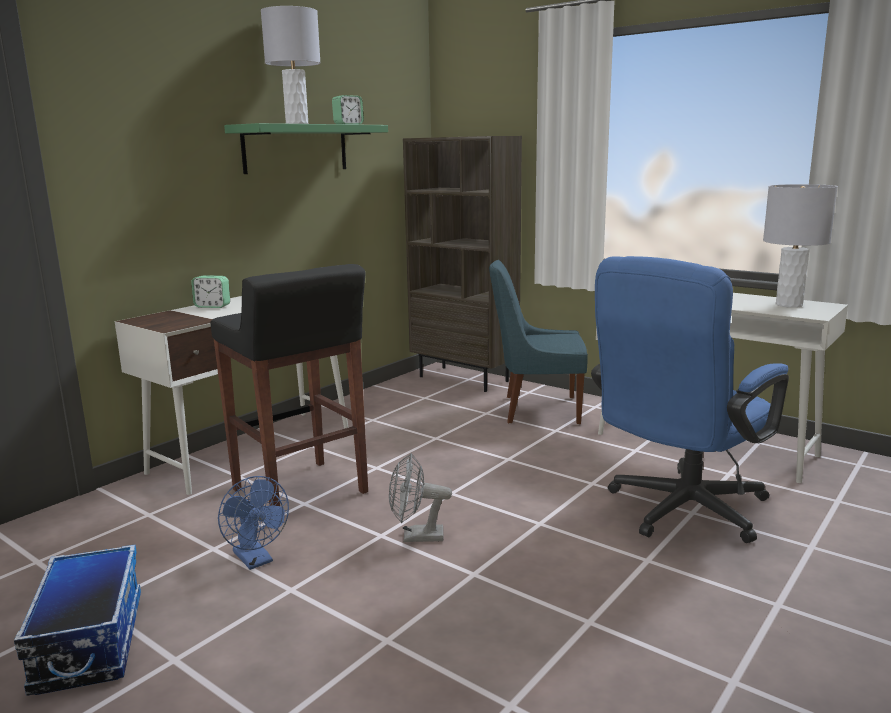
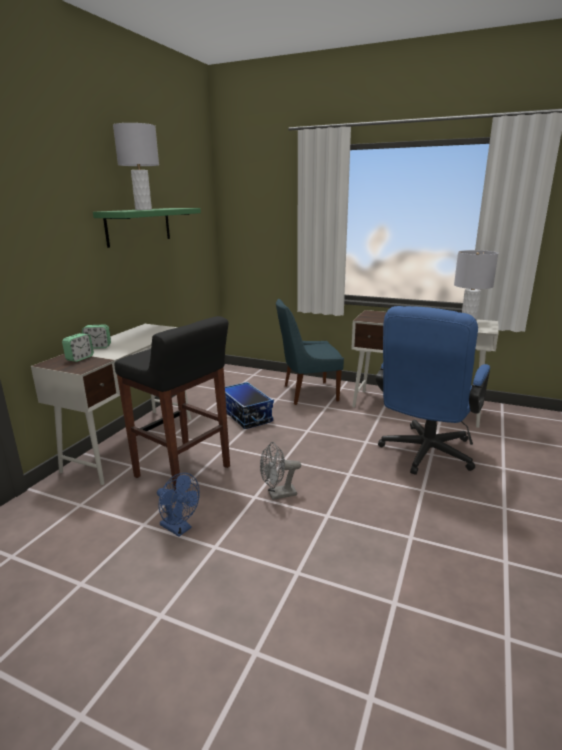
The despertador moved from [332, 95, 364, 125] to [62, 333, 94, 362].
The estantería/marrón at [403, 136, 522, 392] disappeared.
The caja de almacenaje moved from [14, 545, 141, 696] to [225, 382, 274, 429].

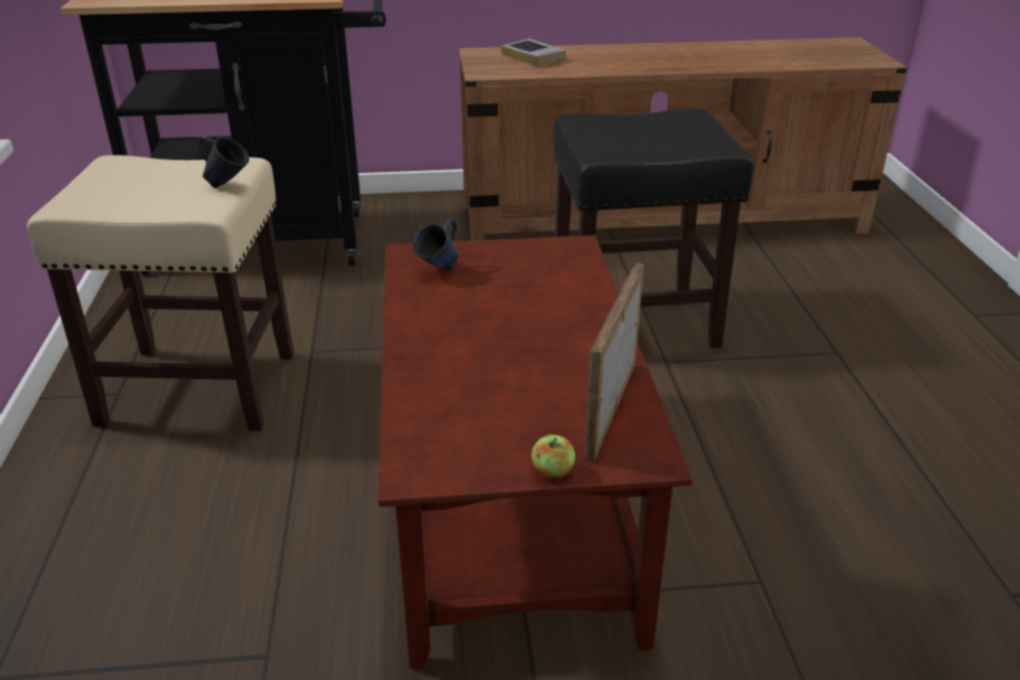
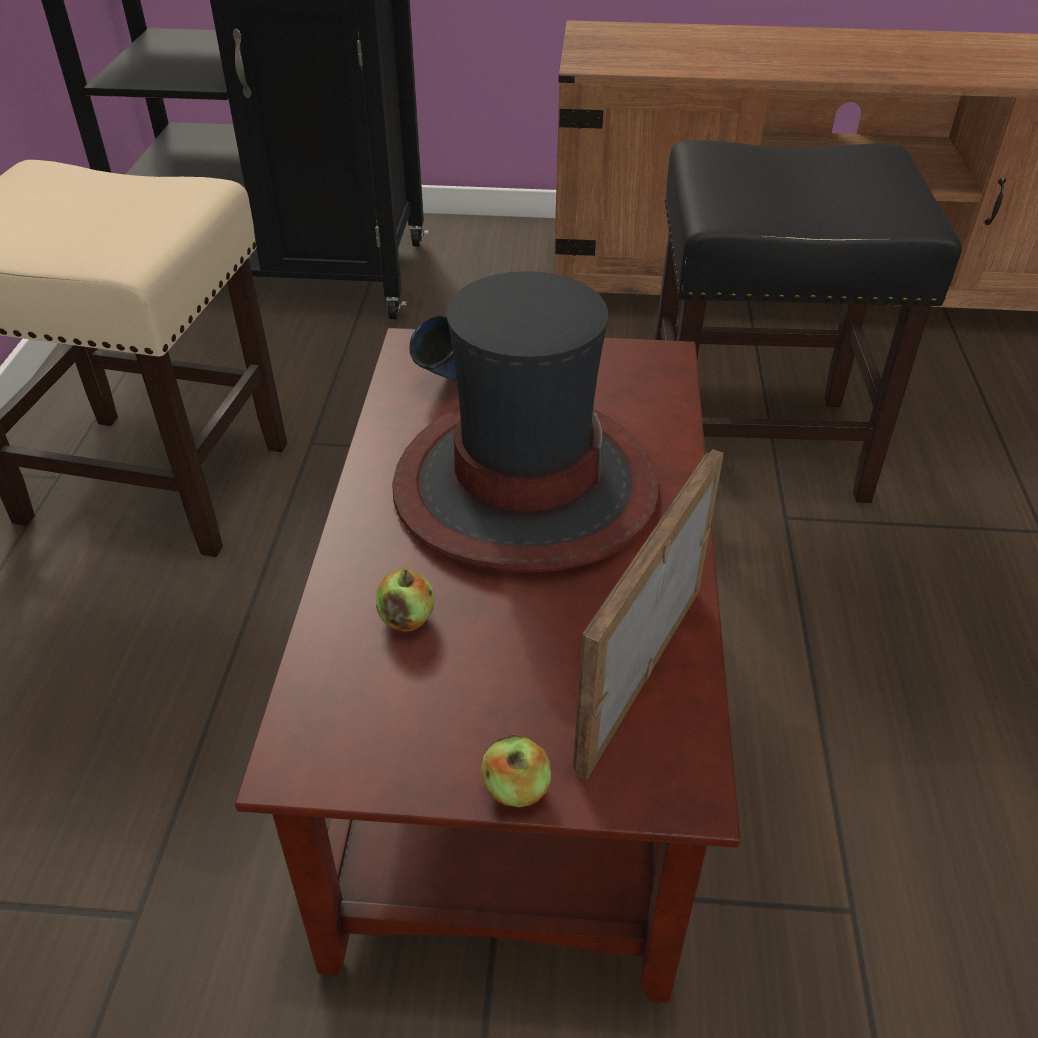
The libro at [501, 39, 566, 66] disappeared.
The taza grande/azul at [198, 136, 249, 188] disappeared.
The sombrero at [392, 271, 659, 573] appeared.
The manzana at [376, 569, 434, 632] appeared.

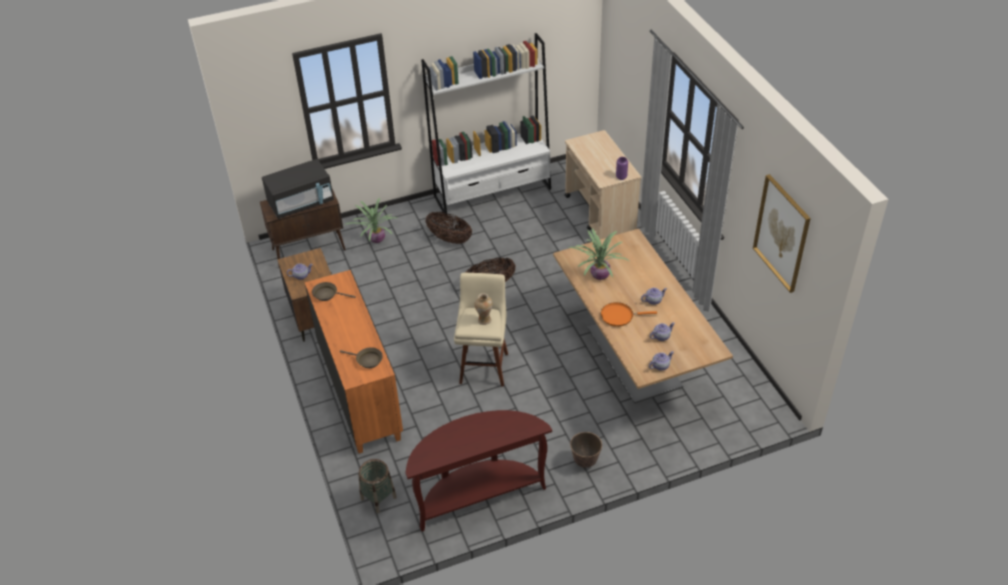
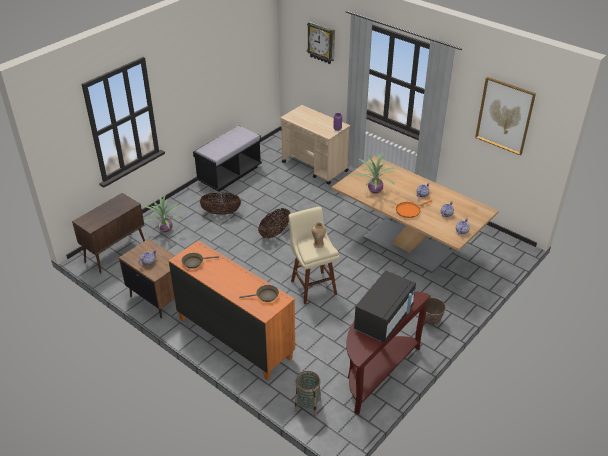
The estantería/blanco at [421, 33, 551, 218] was replaced by the banco/negro at [193, 126, 262, 192].
The microondas/negro moved from [262, 159, 334, 219] to [354, 270, 416, 343].
The reloj de pared at [307, 21, 335, 64] appeared.

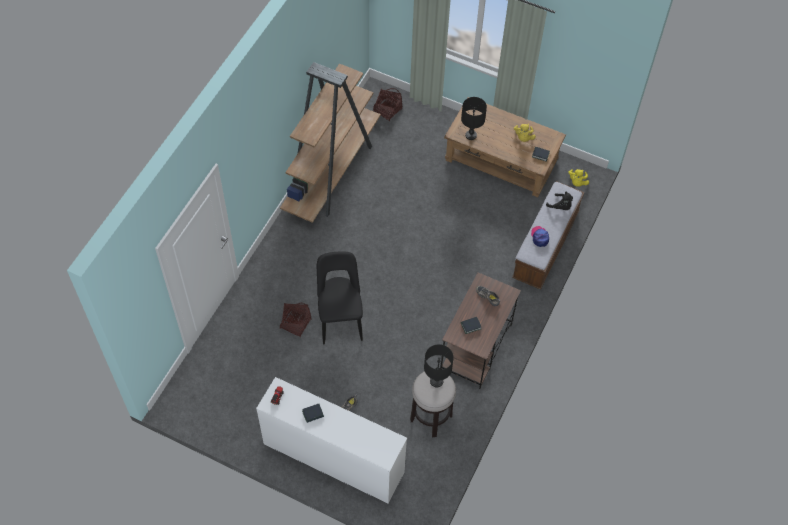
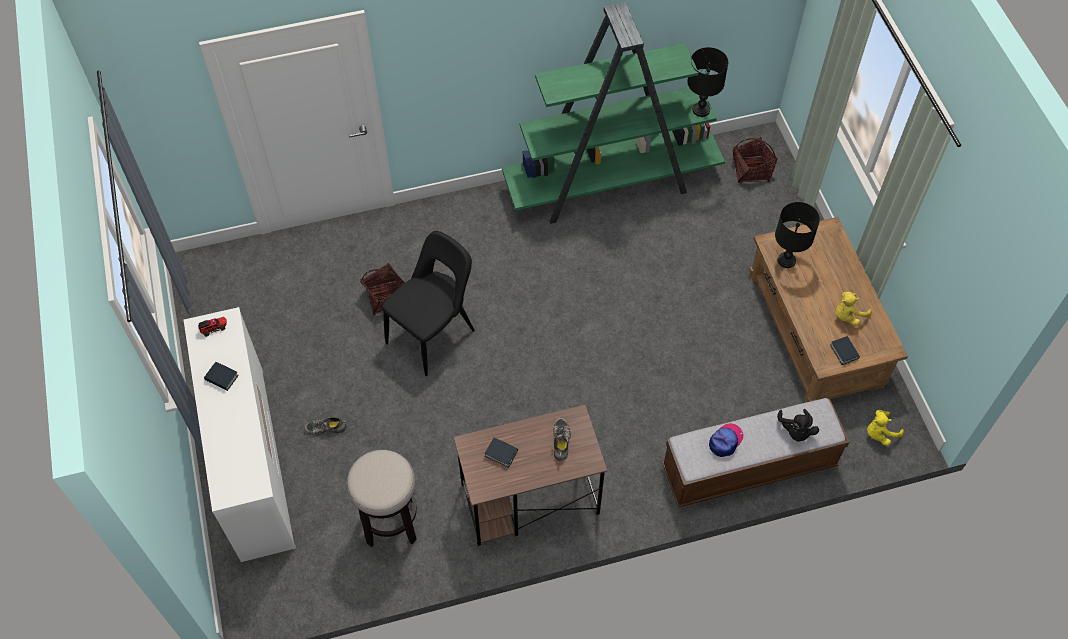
The estantería/marrón at [280, 62, 381, 223] became the estantería/verde at [502, 2, 725, 224].
The lámpara de mesa/negro moved from [424, 344, 453, 388] to [687, 47, 728, 117].

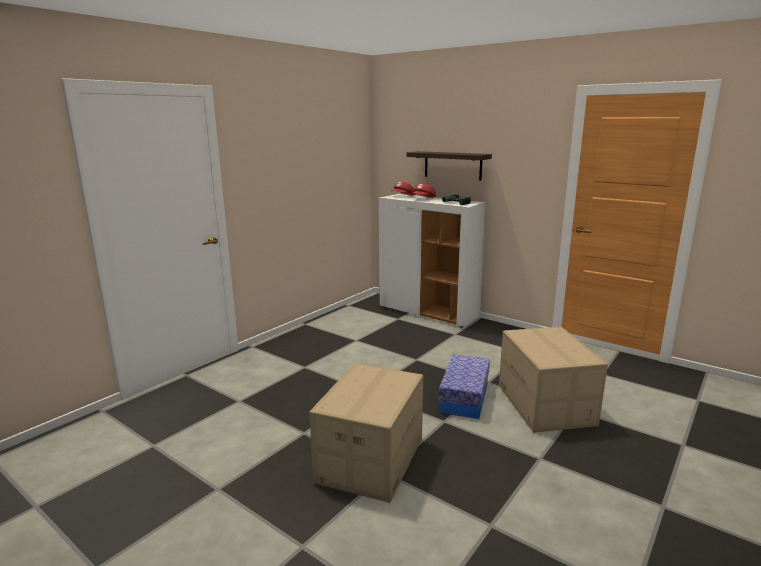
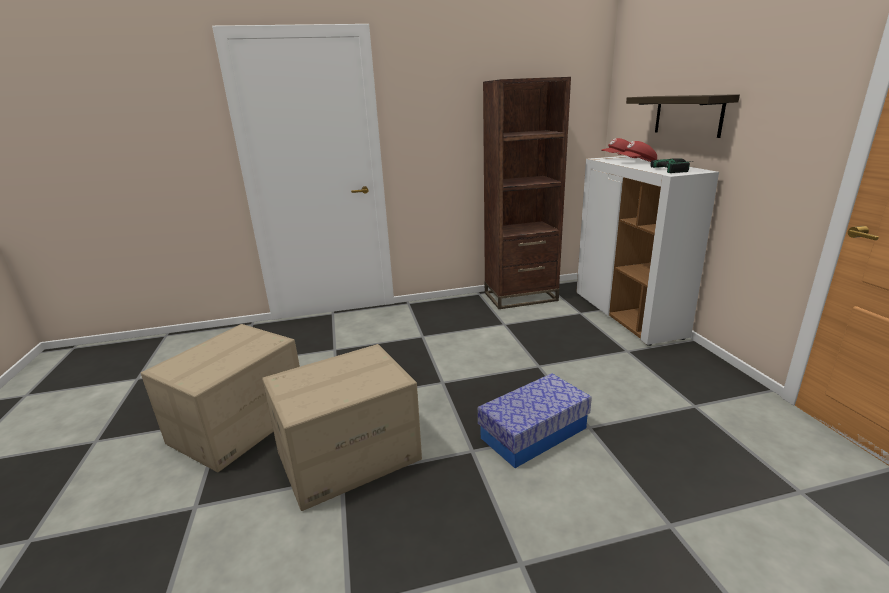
The caja de cartón moved from [499, 327, 608, 433] to [141, 324, 300, 472].
The estantería/marrón at [483, 77, 571, 309] appeared.

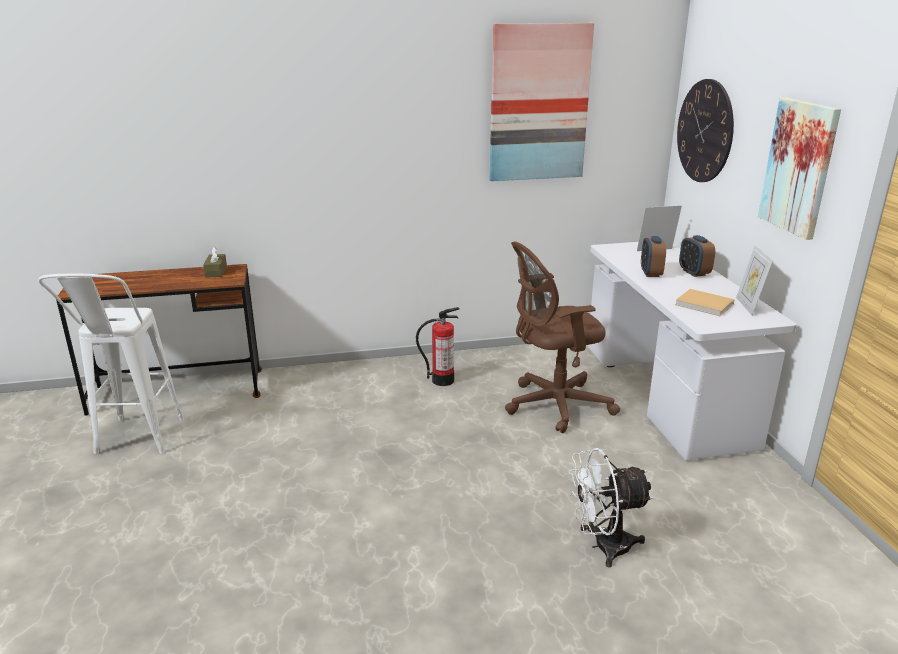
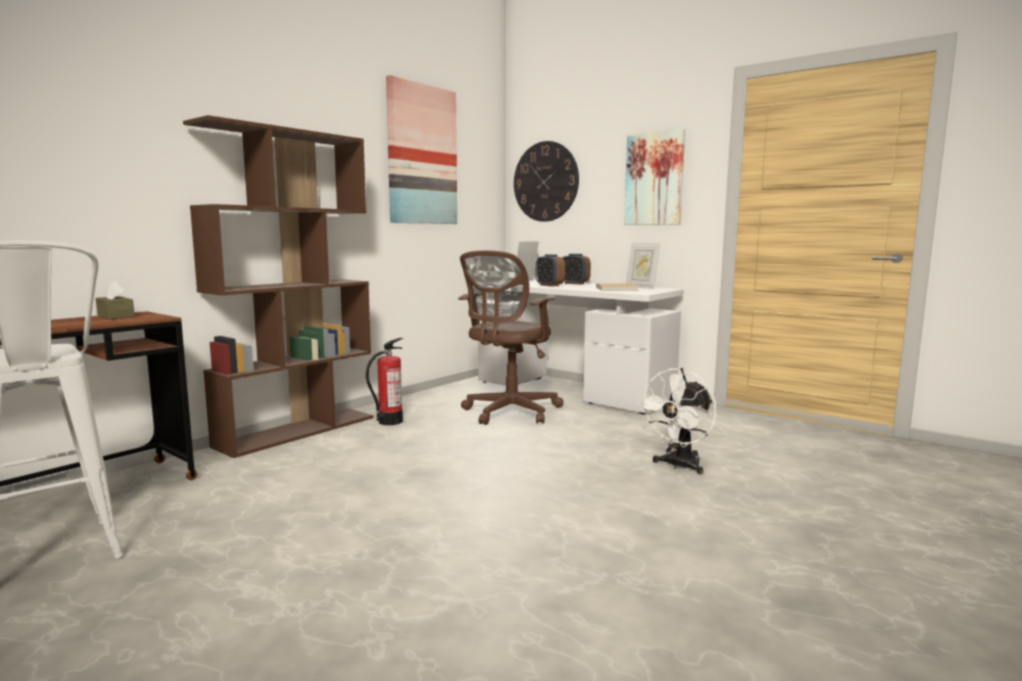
The estantería/marrón at [183, 115, 373, 458] appeared.

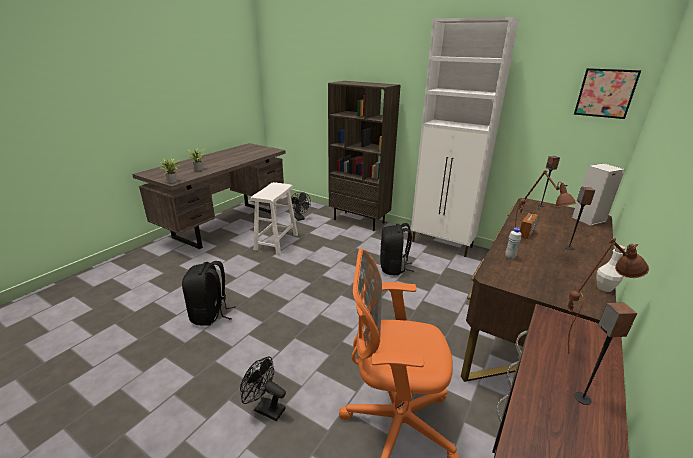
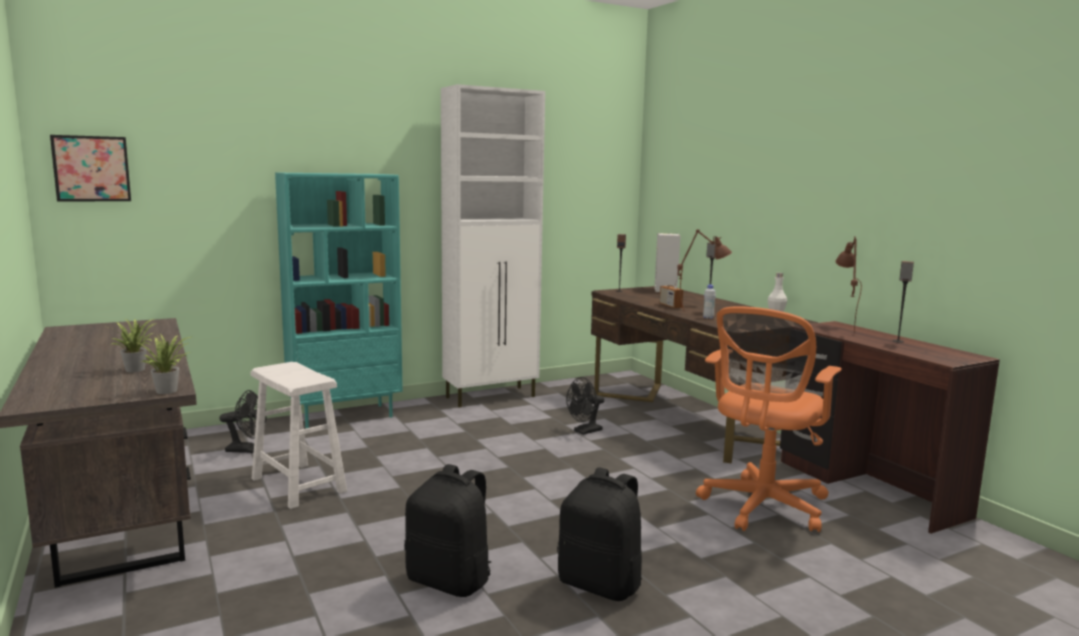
The cuadro moved from [574, 68, 641, 119] to [50, 135, 131, 201].
The estantería/marrón at [328, 81, 401, 231] became the estantería/turquesa at [275, 172, 403, 429].
The mochila/negro moved from [380, 223, 414, 275] to [557, 467, 642, 601].
The ventilador/negro moved from [240, 357, 286, 421] to [566, 377, 605, 435].

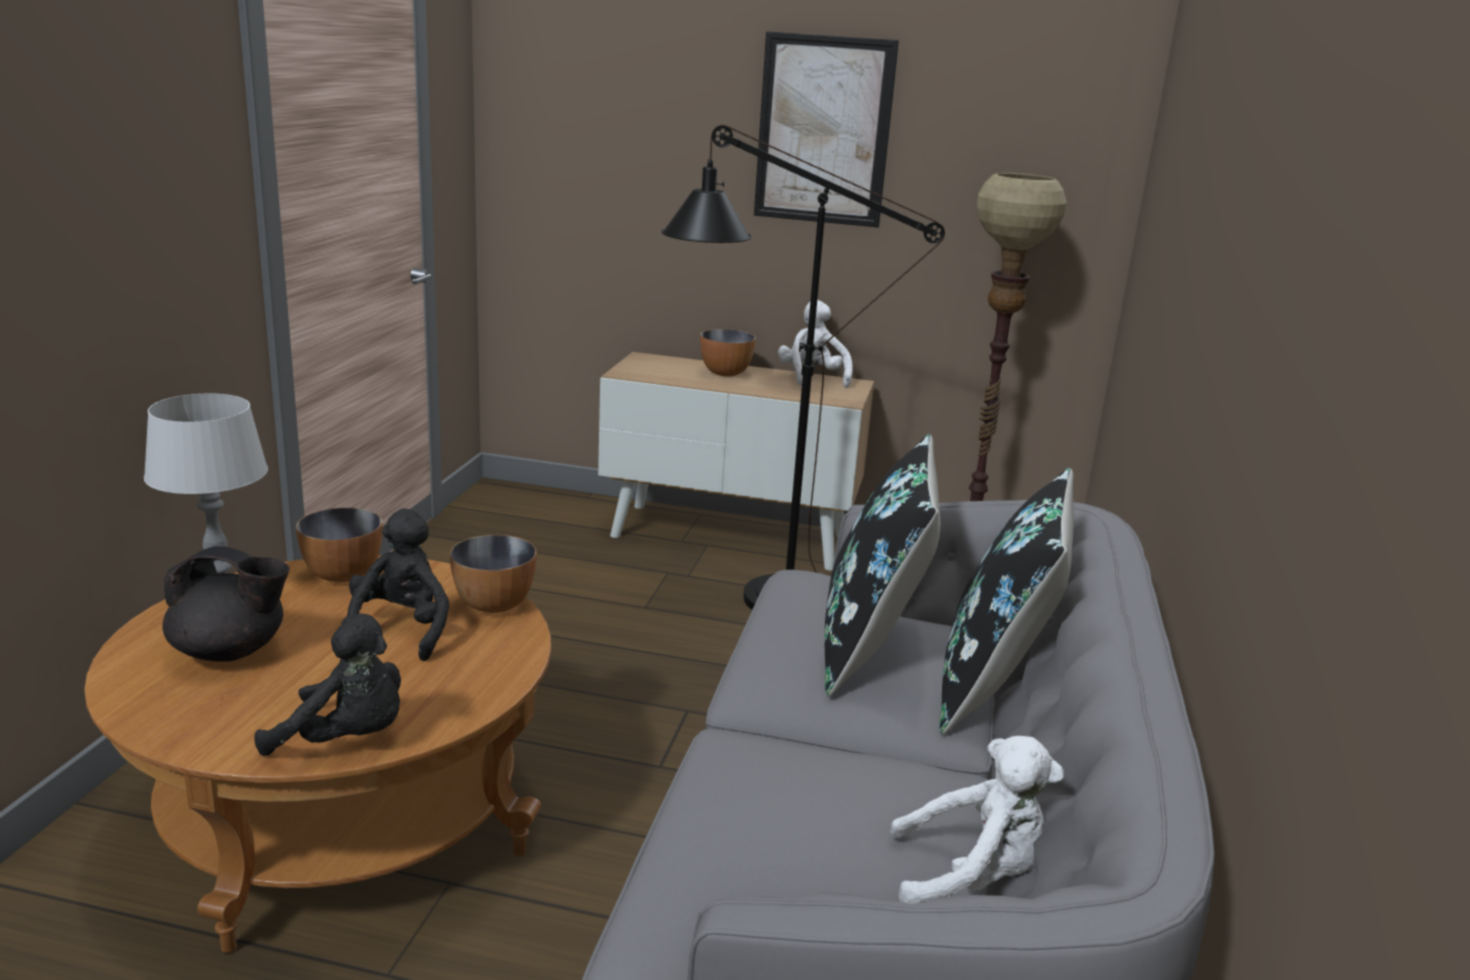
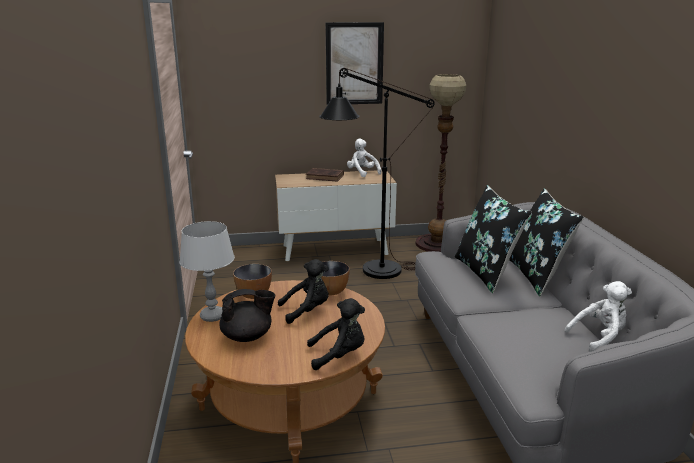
The cuenco at [700, 329, 756, 377] was replaced by the libro/marrón at [306, 168, 344, 182].
The peluche/negro at [347, 508, 449, 661] turned 90 degrees clockwise.

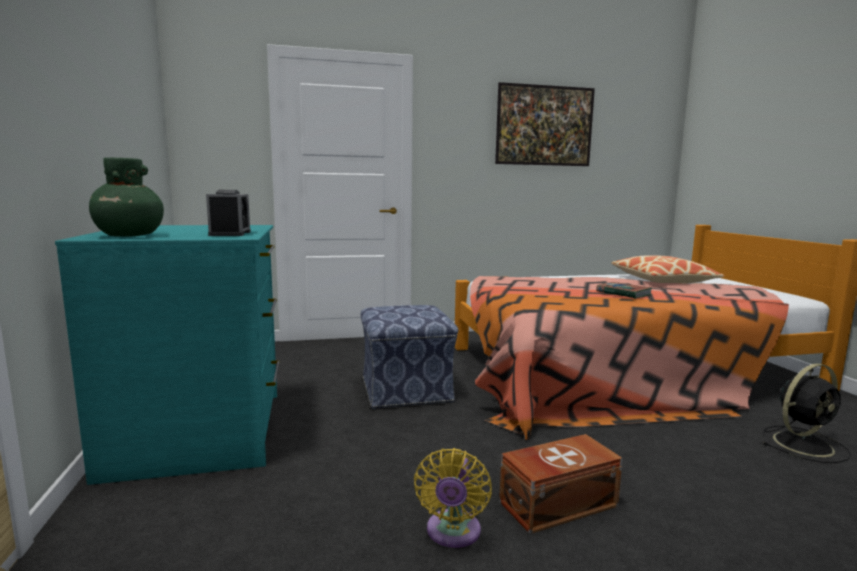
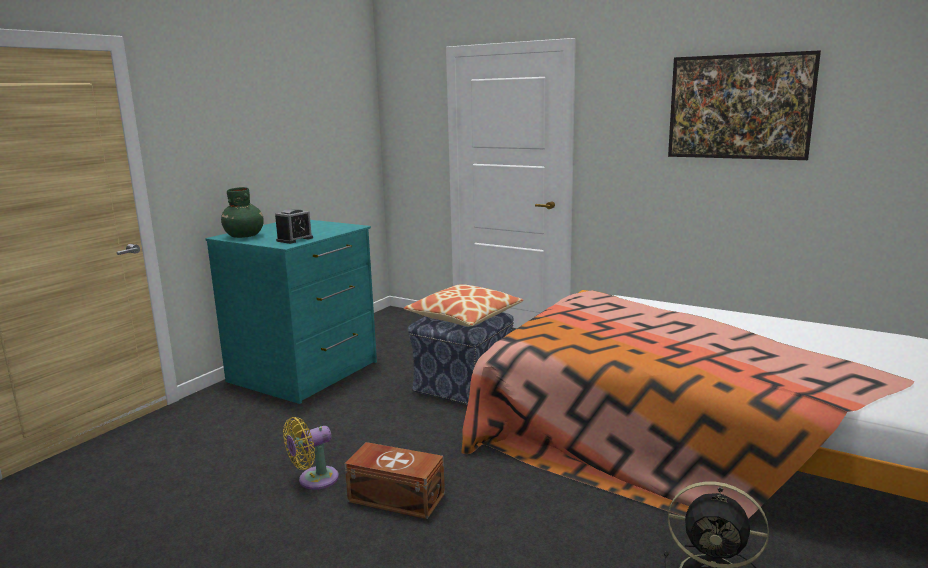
The cojín moved from [611, 255, 724, 283] to [404, 284, 523, 326].
The libro at [596, 282, 652, 299] disappeared.

